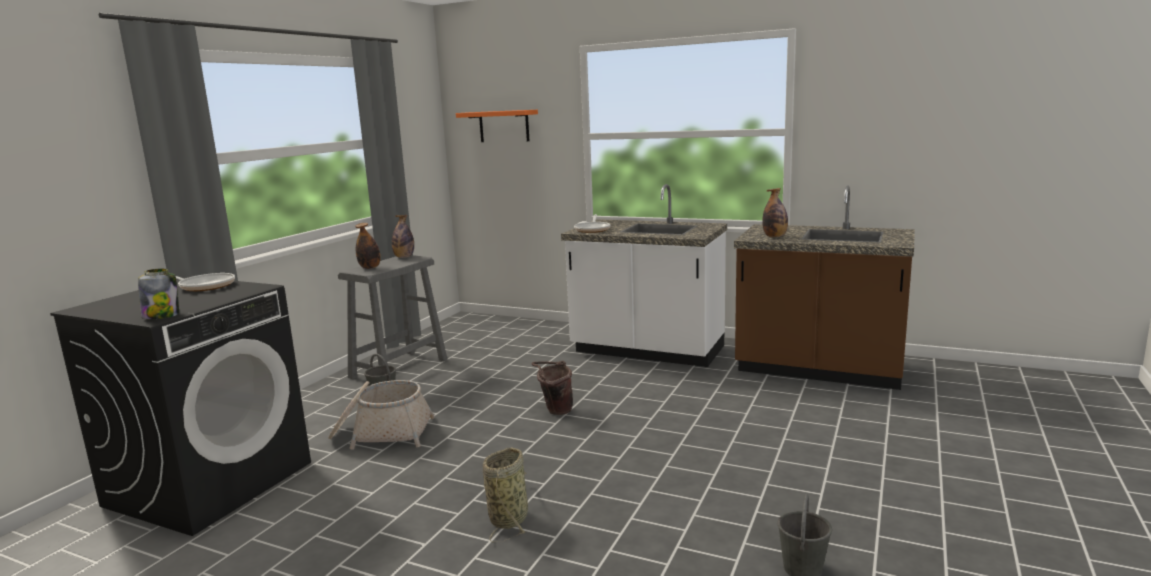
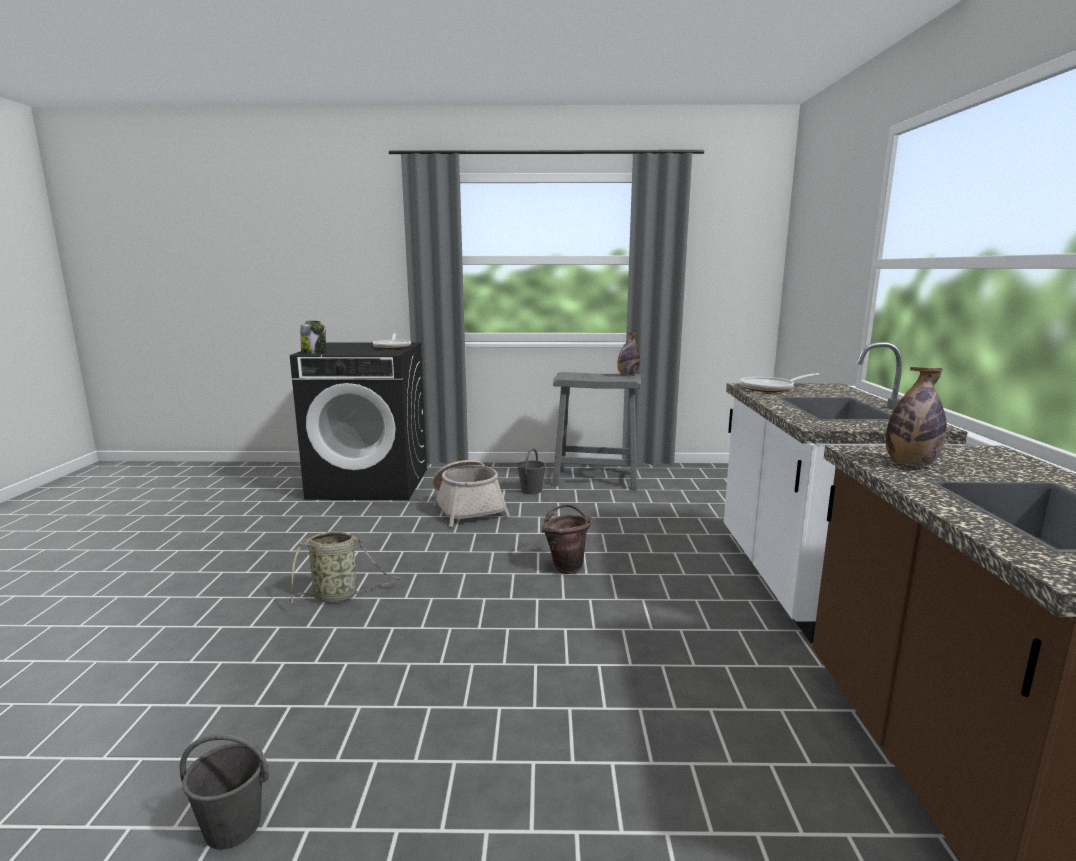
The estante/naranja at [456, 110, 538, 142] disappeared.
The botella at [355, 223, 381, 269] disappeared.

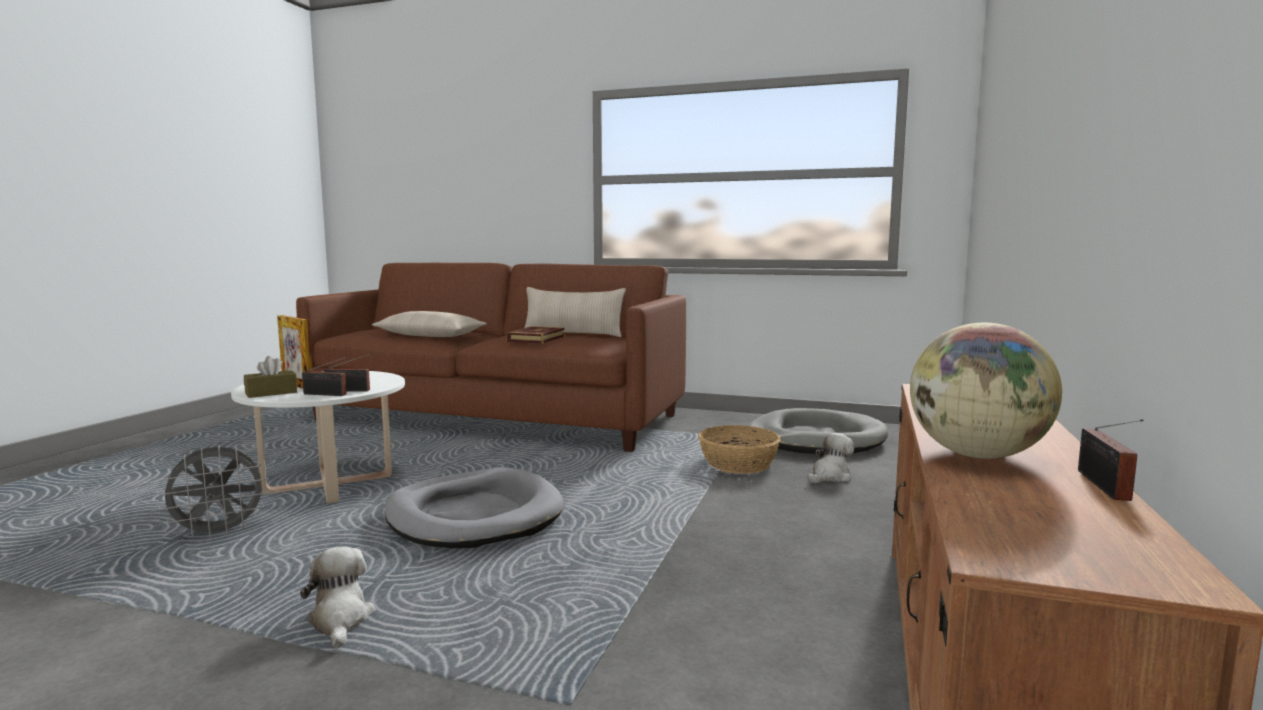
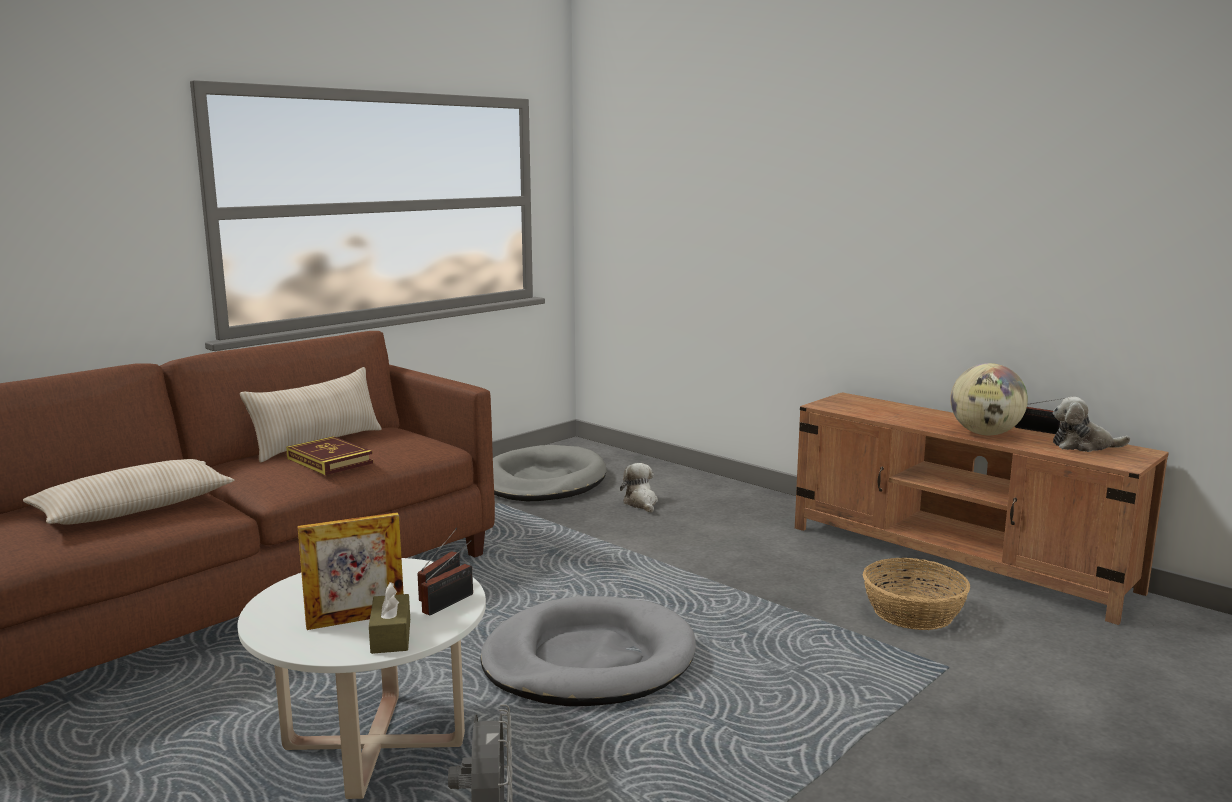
The cesta moved from [698, 425, 781, 474] to [863, 558, 970, 630].
The peluche moved from [300, 547, 375, 648] to [1053, 397, 1131, 452].

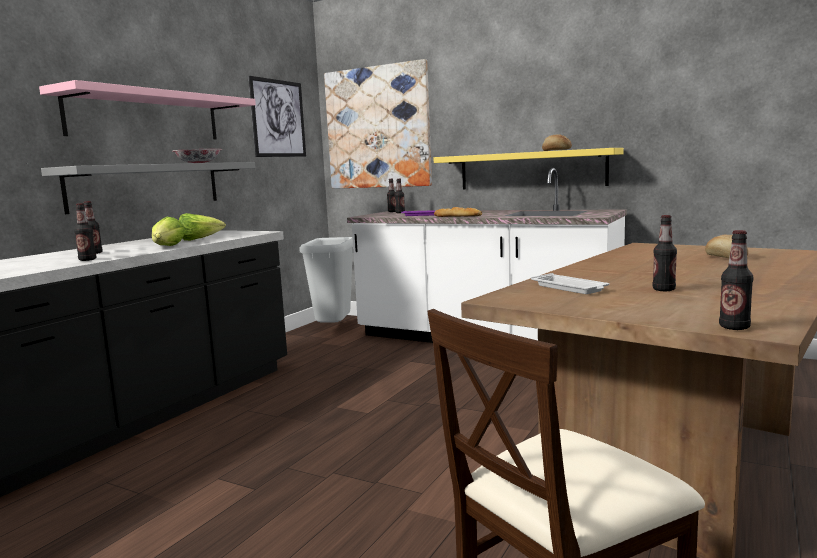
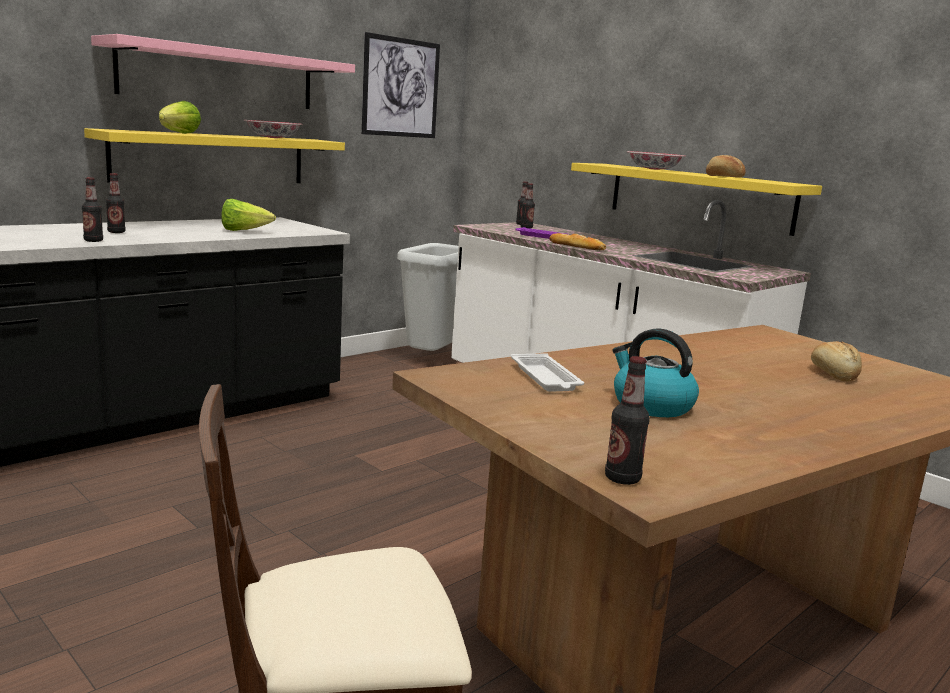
The cuadro at [324, 59, 432, 189] disappeared.
The estante/gris at [41, 162, 256, 214] became the estante/amarillo at [84, 128, 345, 183].
The botella at [653, 215, 677, 291] was replaced by the hervidor at [613, 329, 699, 417].
The lechuga moved from [152, 217, 185, 246] to [159, 101, 201, 134].
The cuenco at [627, 151, 686, 170] appeared.

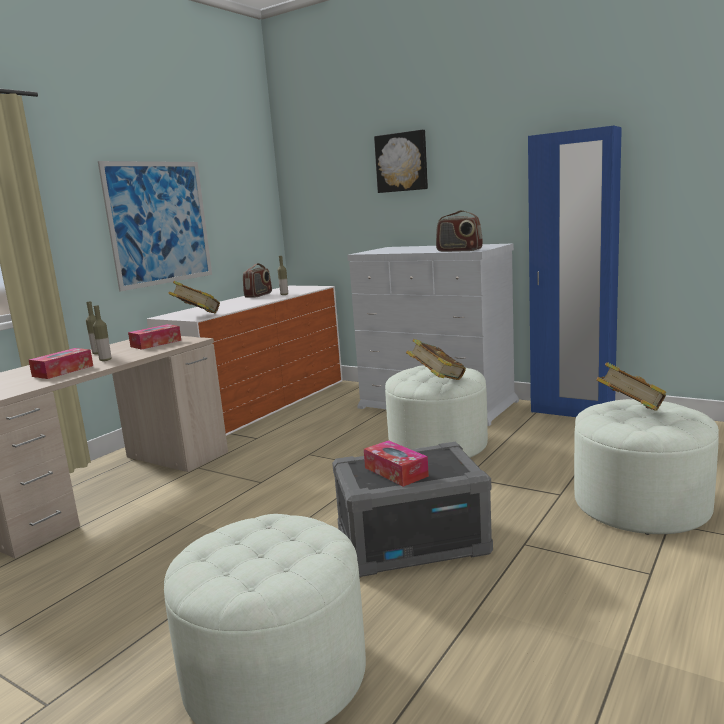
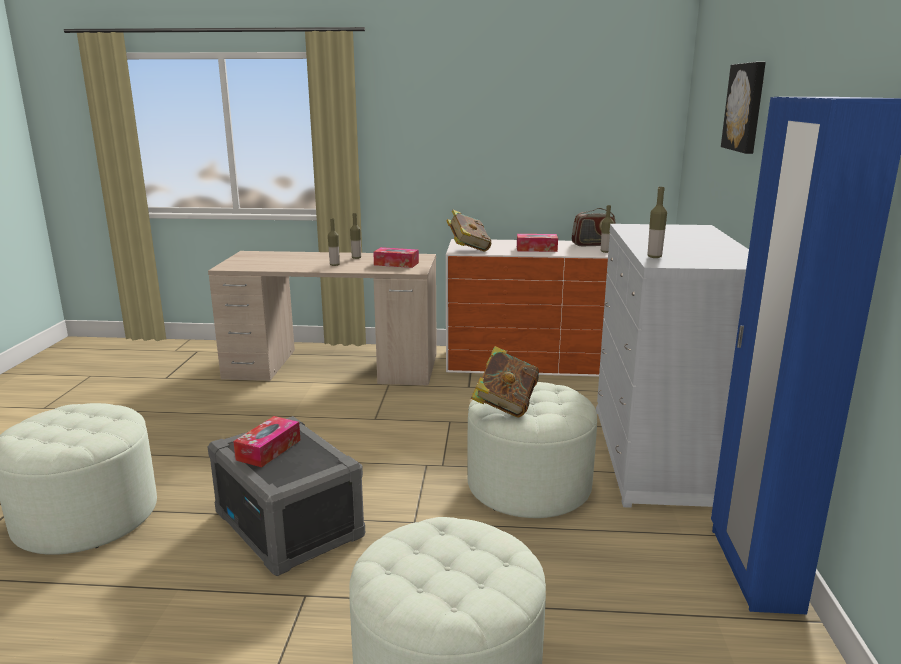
The cuadro at [98, 161, 212, 291] disappeared.
The radio at [436, 210, 483, 252] was replaced by the botella at [648, 187, 667, 258].
The caja de pañuelos moved from [29, 348, 93, 379] to [517, 234, 558, 252].
The libro at [596, 362, 666, 411] disappeared.

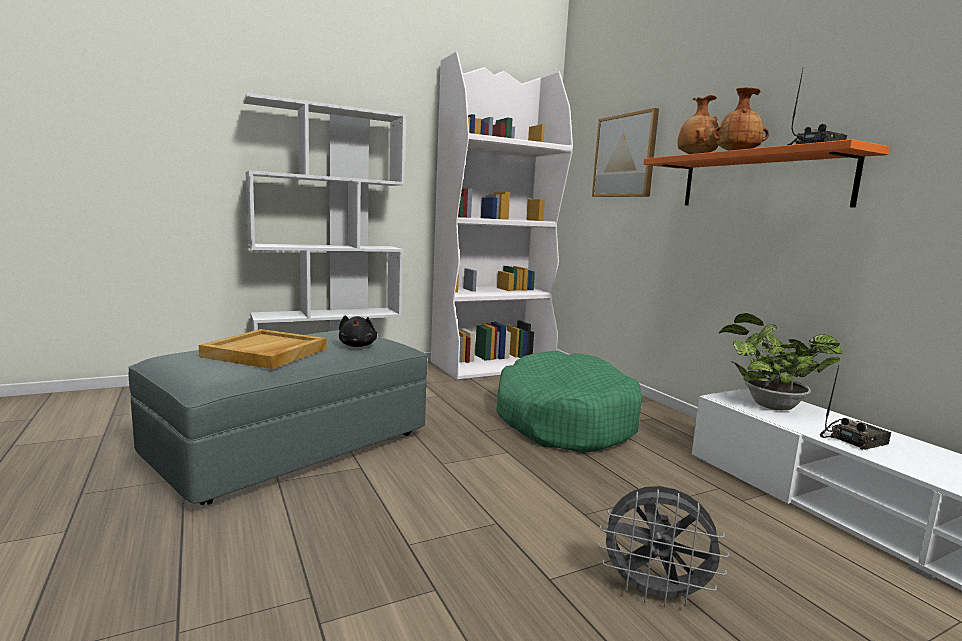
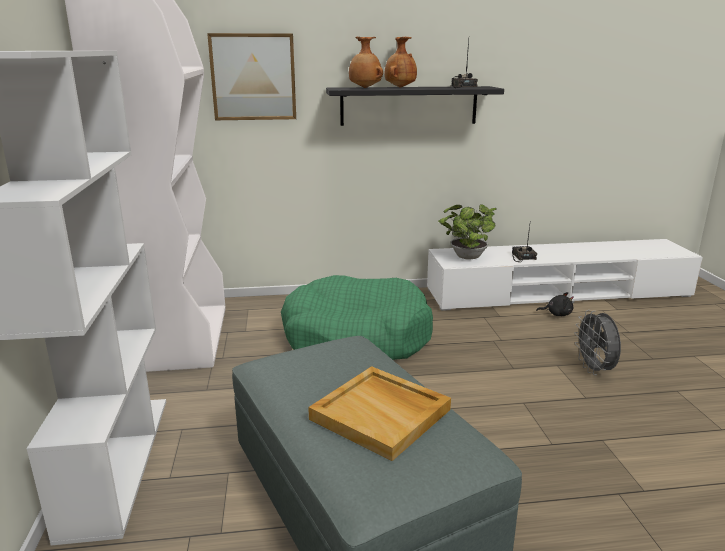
The estante/naranja at [644, 139, 890, 207] became the estante/negro at [326, 86, 504, 126].
The peluche/negro moved from [339, 316, 377, 347] to [536, 292, 574, 316].
The ventilador/gris at [598, 486, 729, 607] turned 135 degrees clockwise.

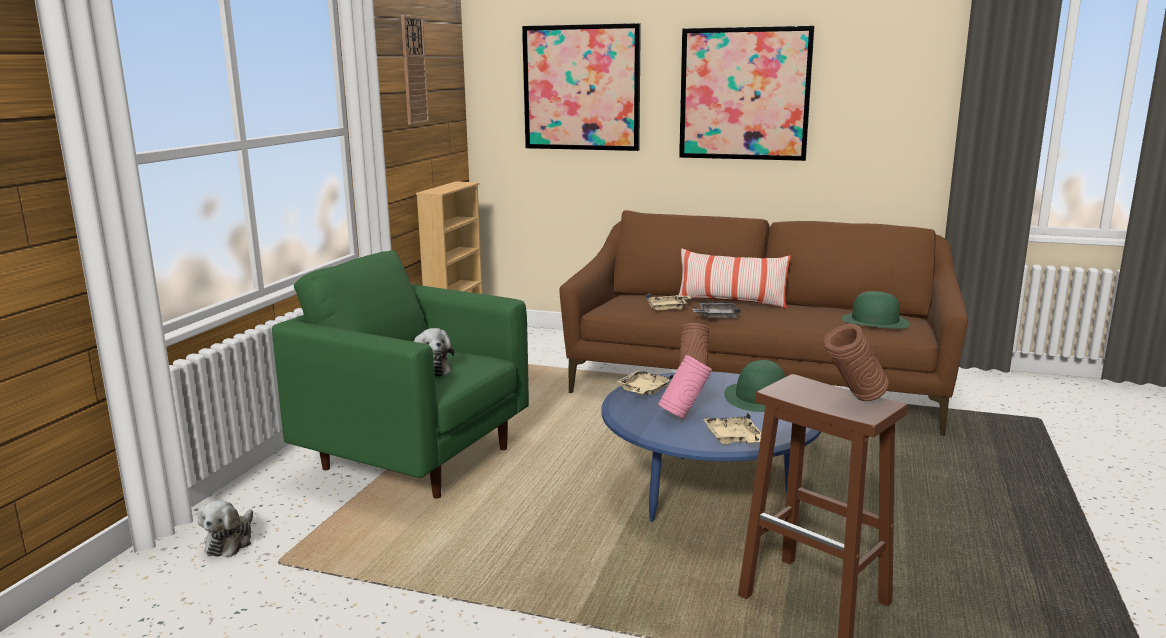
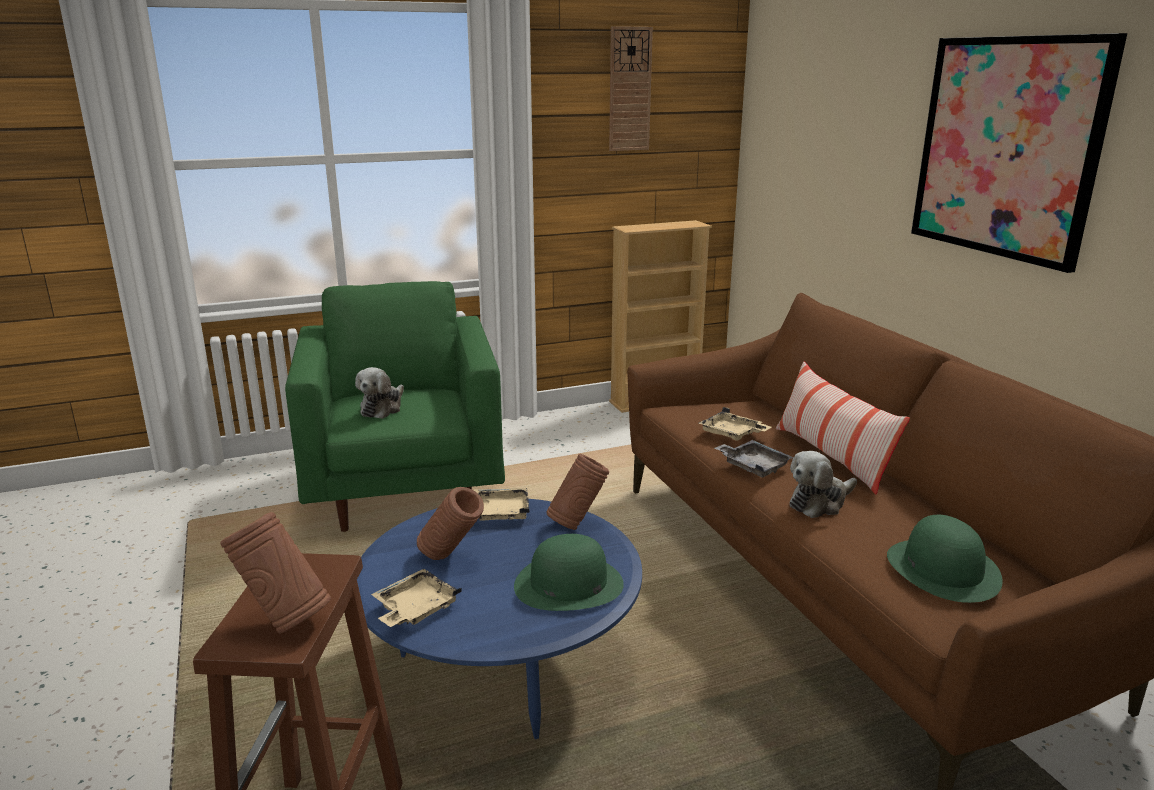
The cuadro at [522, 23, 641, 151] disappeared.
The florero/rosa at [658, 355, 712, 419] became the florero/marrón at [417, 487, 484, 560].
The peluche moved from [198, 500, 253, 557] to [790, 451, 857, 518].

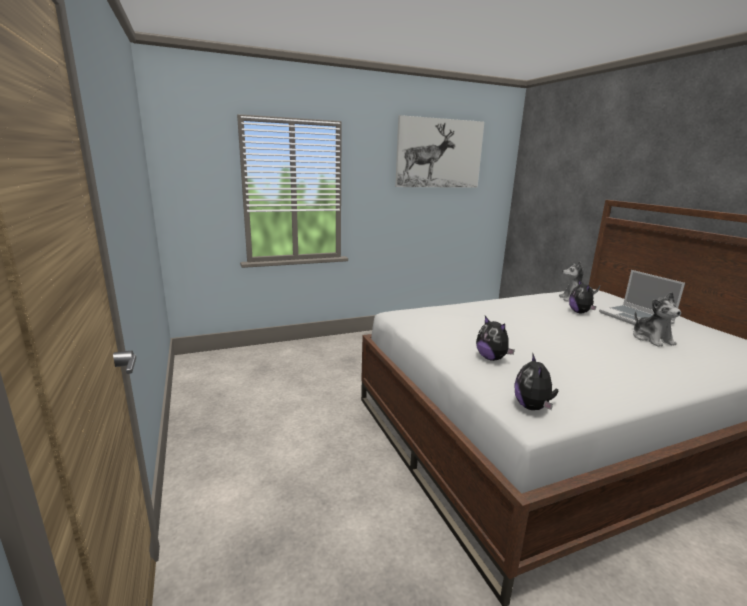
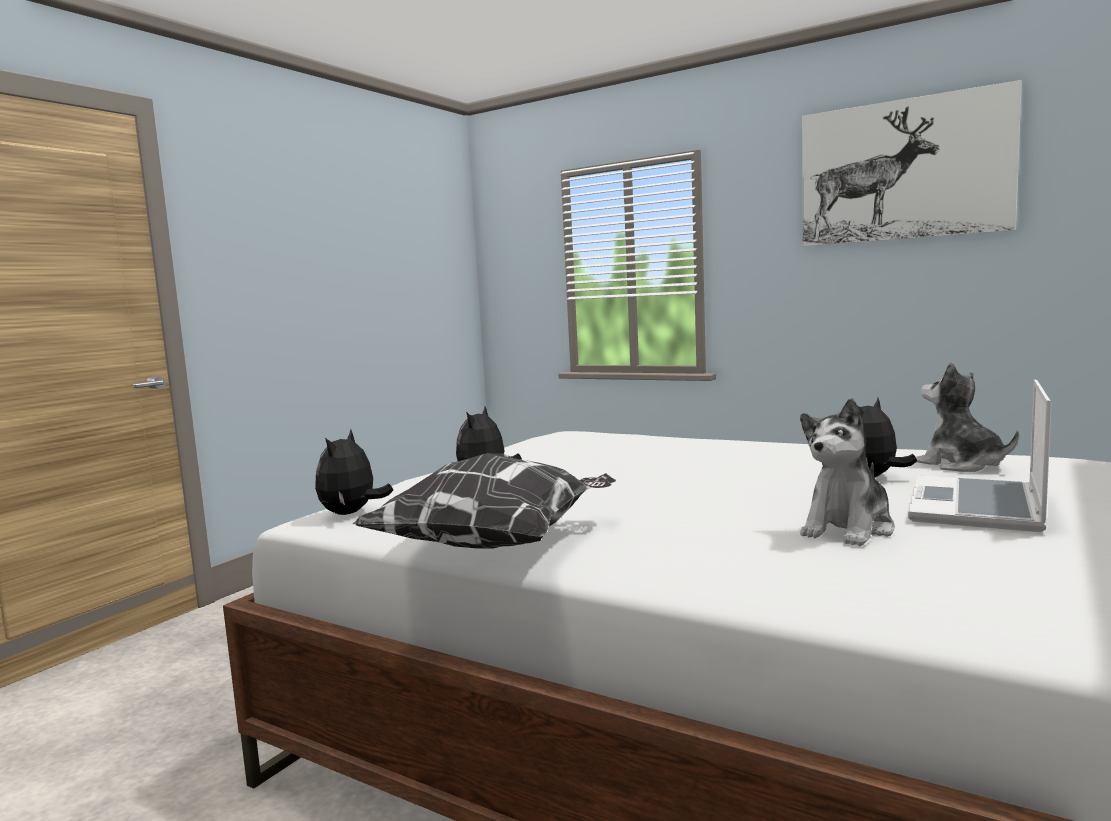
The peluche at [514, 353, 558, 410] turned 45 degrees counterclockwise.
The cojín at [353, 453, 616, 549] appeared.

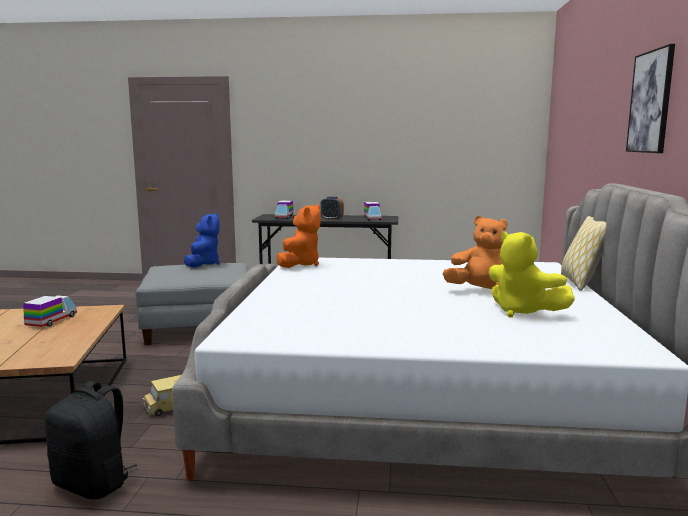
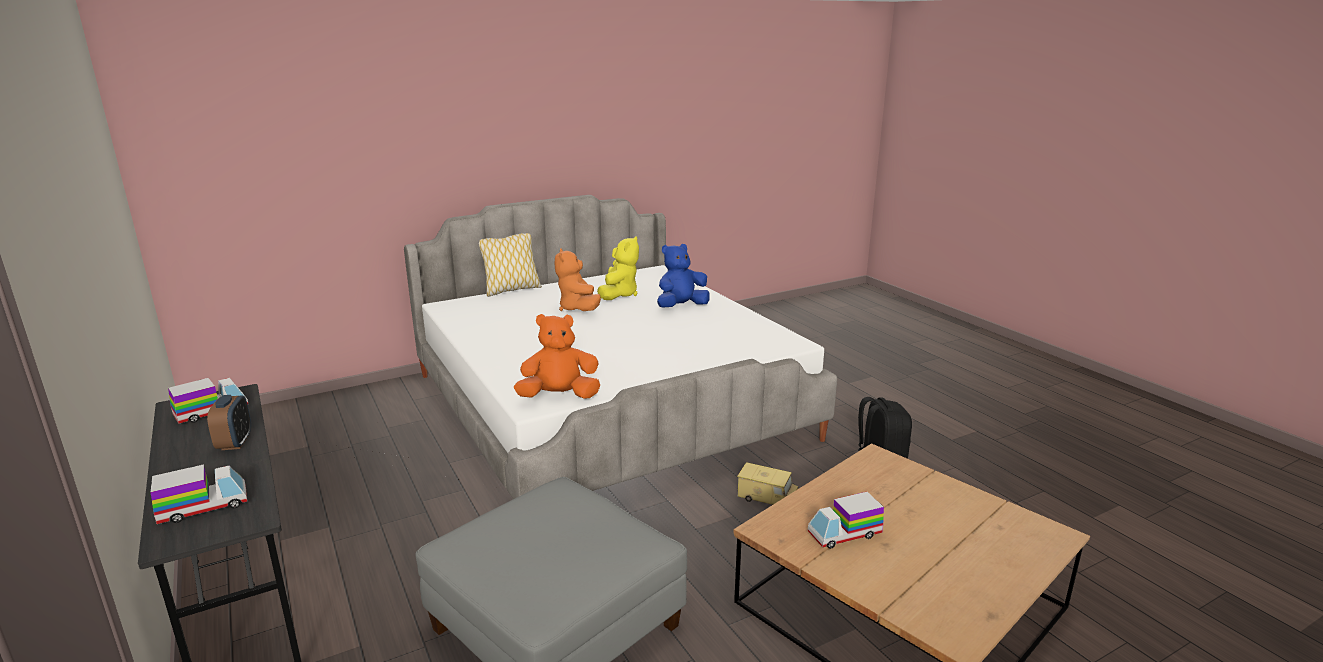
The cuadro at [626, 44, 675, 153] disappeared.
The peluche/azul moved from [184, 213, 220, 268] to [657, 244, 710, 308].

